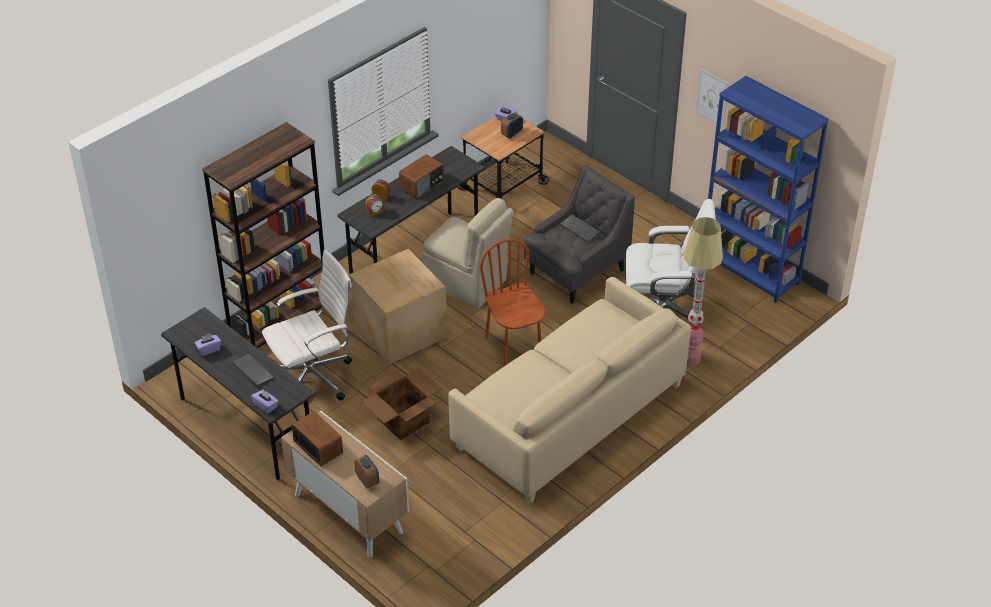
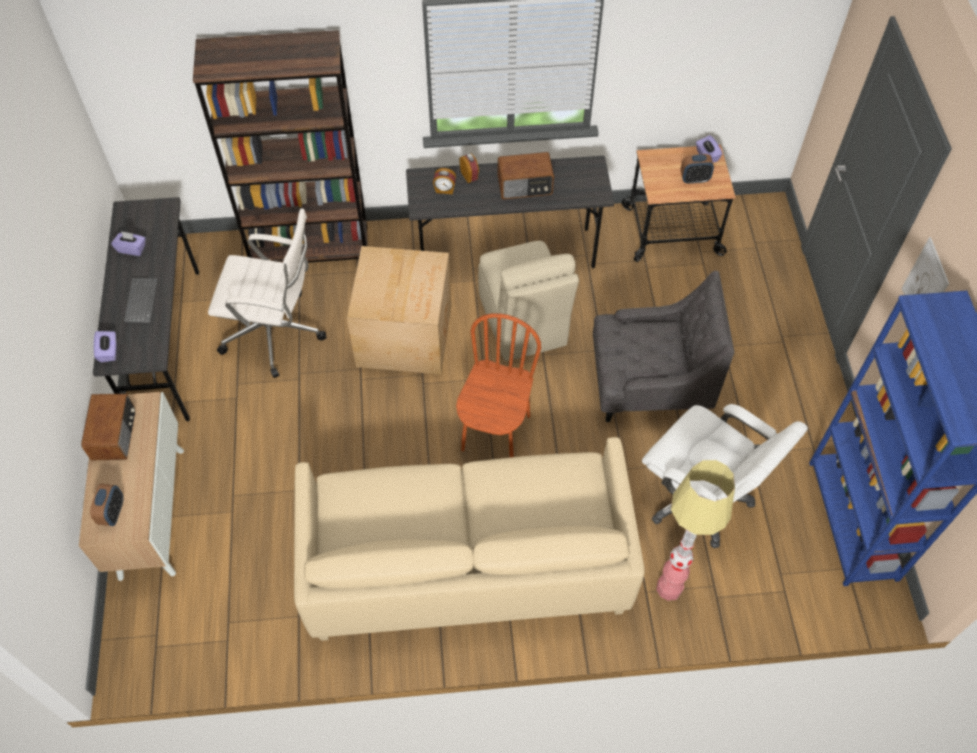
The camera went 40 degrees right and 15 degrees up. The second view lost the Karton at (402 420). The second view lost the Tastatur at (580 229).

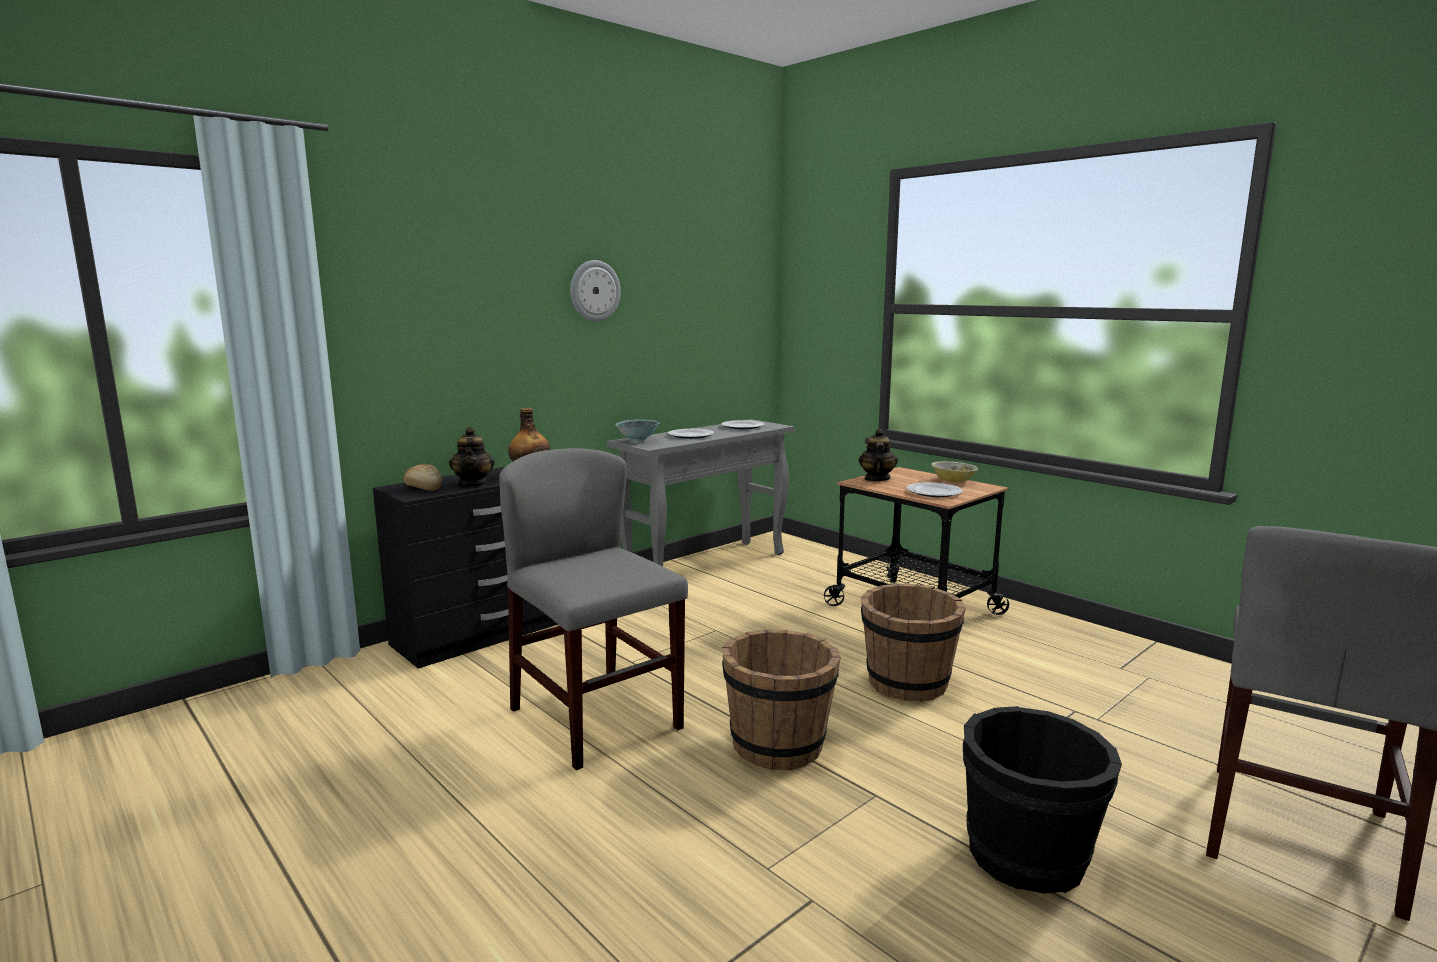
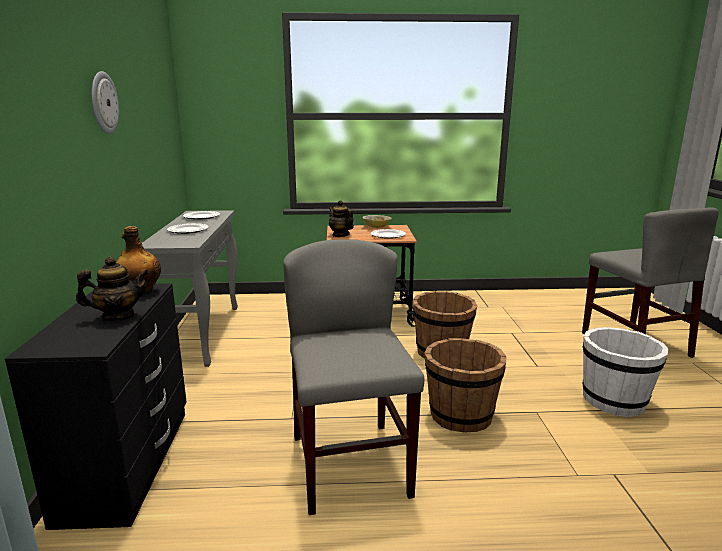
The camera went 50 degrees left and 5 degrees up. The second view lost the Brot at (423 488). The Teekanne at (473 484) ended up facing another way, 45 degrees counterclockwise from before. The Stuhl (grau) at (595 718) ended up facing another way, 75 degrees clockwise from before. The second view lost the Schüssel at (638 441). What was the Eimer (schwarz) at (1028 856) turned into the Eimer (weiß) at (614 401).

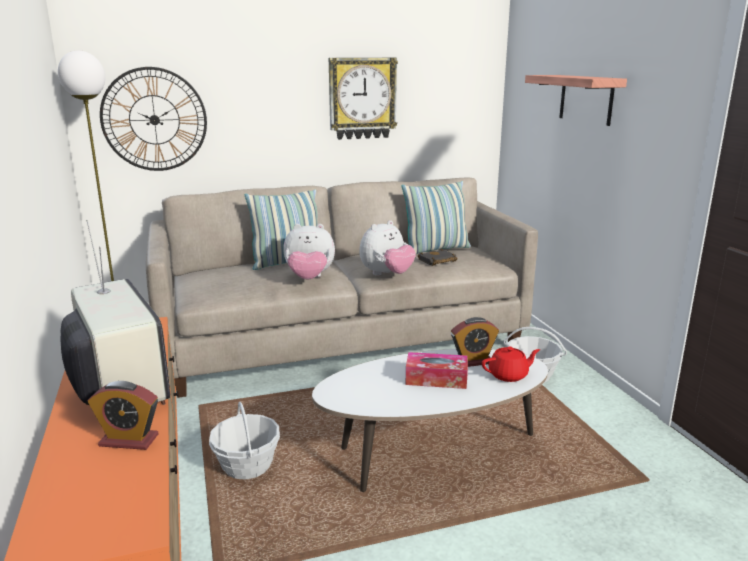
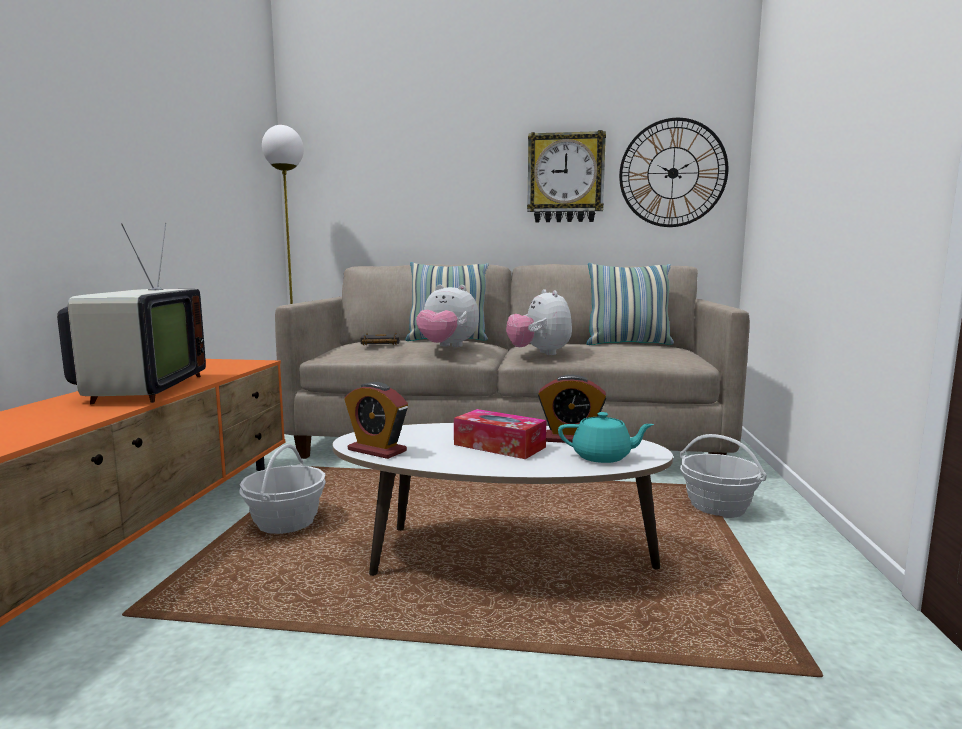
The camera went 25 degrees right and 10 degrees down. The Wecker ended up elsewhere, having gone from (129 440) to (377 450). The Wanduhr ended up elsewhere, having gone from (154 120) to (673 173). The Plüschtier at (386 274) ended up facing another way, 90 degrees clockwise from before. The Buch (schwarz) ended up elsewhere, having gone from (437 261) to (379 343). What was the Teekanne (rot) at (509 375) turned into the Teekanne (türkis) at (602 457). The second view lost the Wandregal at (586 99).

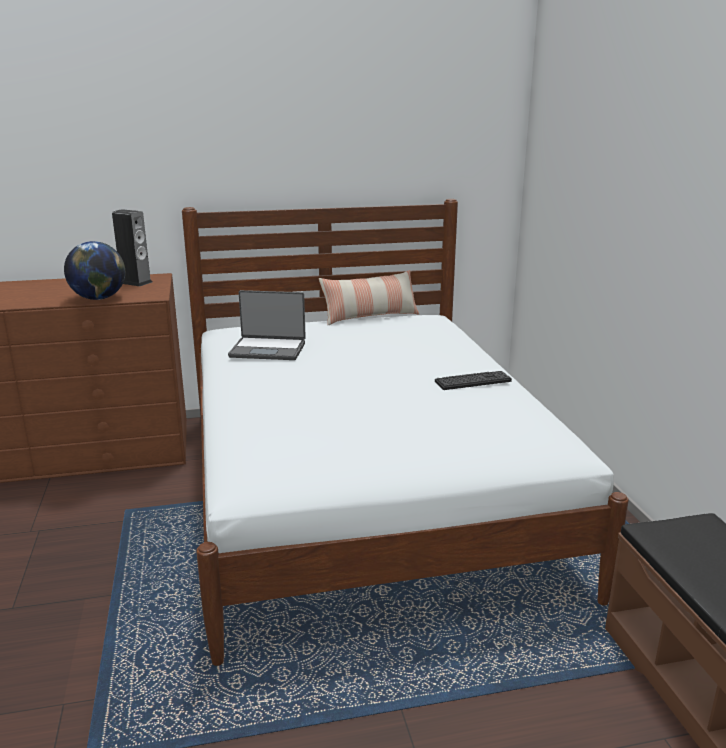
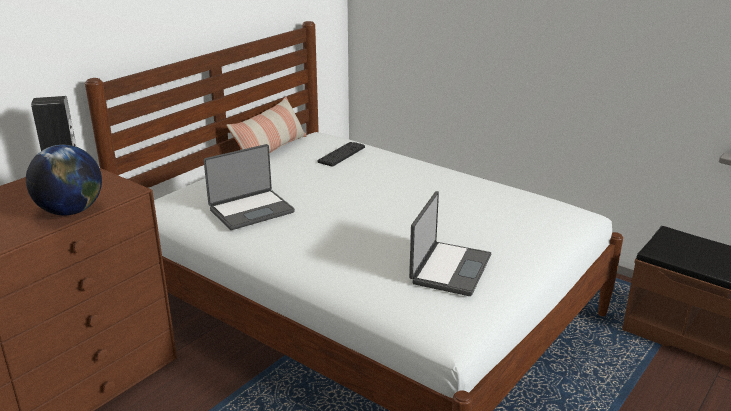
The camera went 40 degrees left and 5 degrees up. The Tastatur ended up elsewhere, having gone from (473 381) to (341 154). The second view gained the Laptop at (449 269).

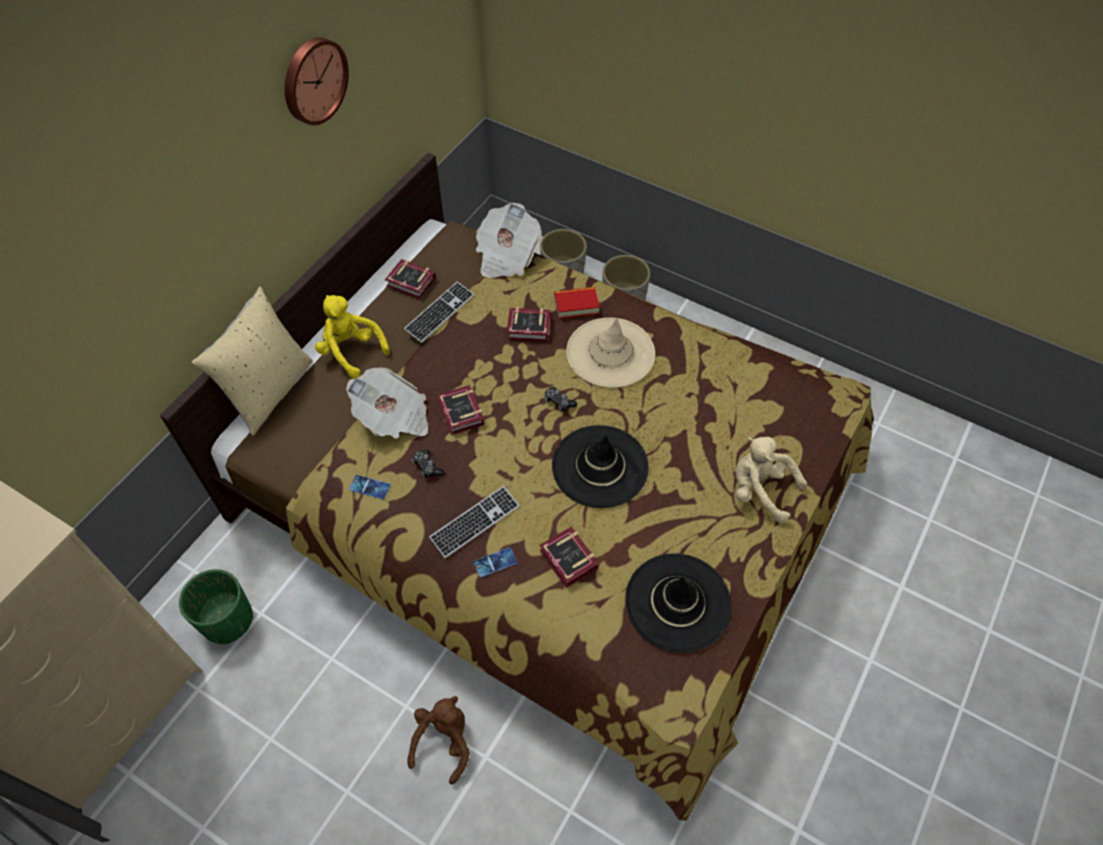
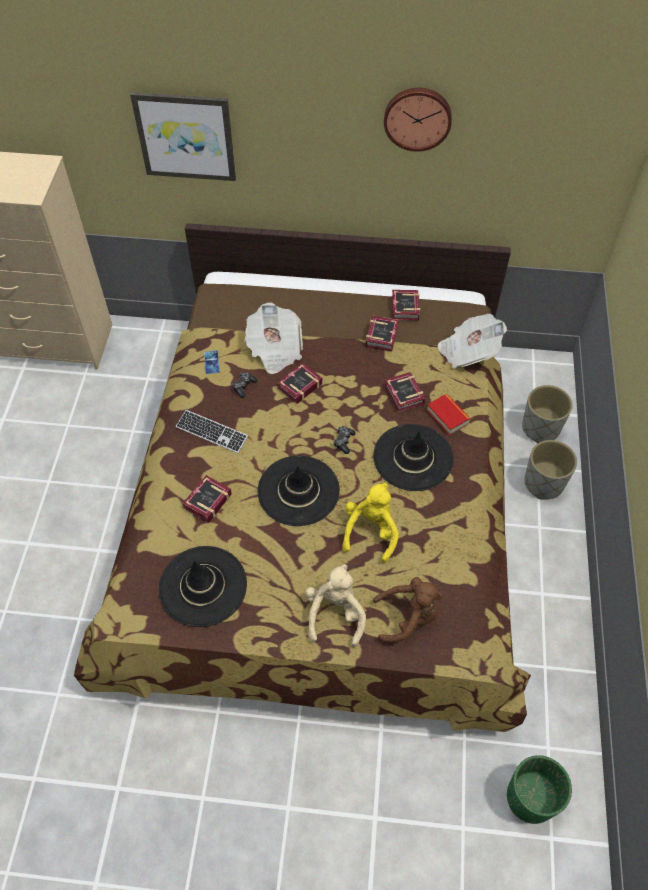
The camera went 65 degrees right and 0 degrees up. The Pflanzkübel (grün) ended up elsewhere, having gone from (227 619) to (531 797). The second view lost the Kissen (beige) at (269 391). The Plüschtier (gelb) ended up elsewhere, having gone from (351 351) to (371 531). Where the Tastatur stood at (439 313), the Buch came to stand at (383 335). The Plüschtier (braun) ended up elsewhere, having gone from (444 741) to (408 617). The second view lost the Handy at (495 562). What was the Hut (beige) at (610 353) turned into the Hut (schwarz) at (413 457). The second view gained the Bild at (186 136).

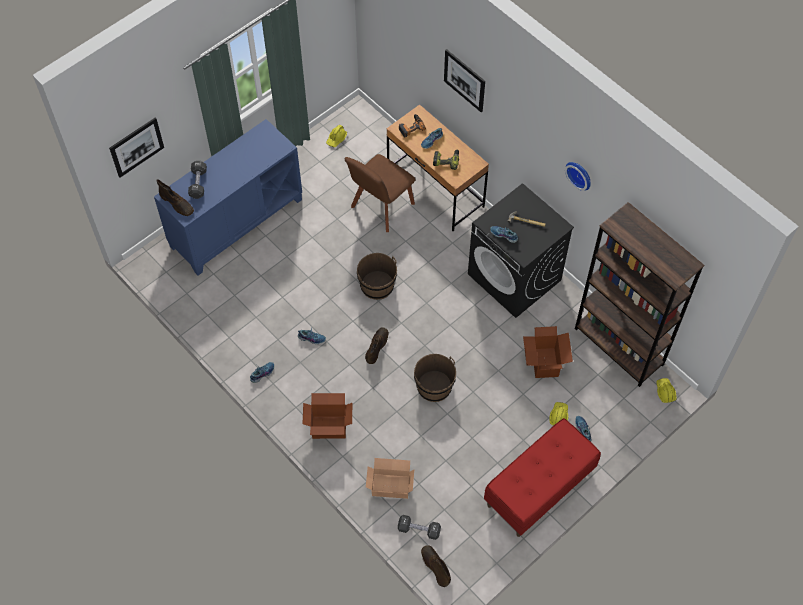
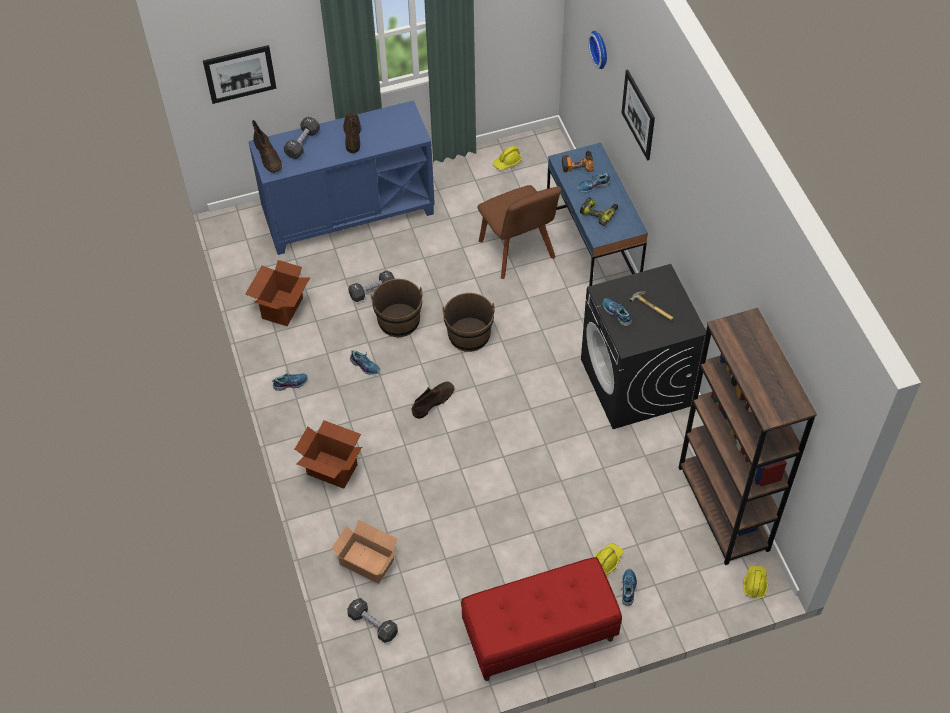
The camera went 25 degrees right and 5 degrees down. The Stuhl (braun) at (380 207) ended up facing another way, 90 degrees counterclockwise from before. What was the Schreibtisch (braun) at (435 189) turned into the Schreibtisch (blau) at (591 254). The Eimer (braun) ended up elsewhere, having gone from (434 386) to (399 321). The Stiefel (braun) ended up elsewhere, having gone from (435 566) to (352 134). The Karton ended up elsewhere, having gone from (544 363) to (282 308). The Wanduhr ended up elsewhere, having gone from (580 174) to (601 49). The second view gained the Hantel (schwarz) at (372 291).

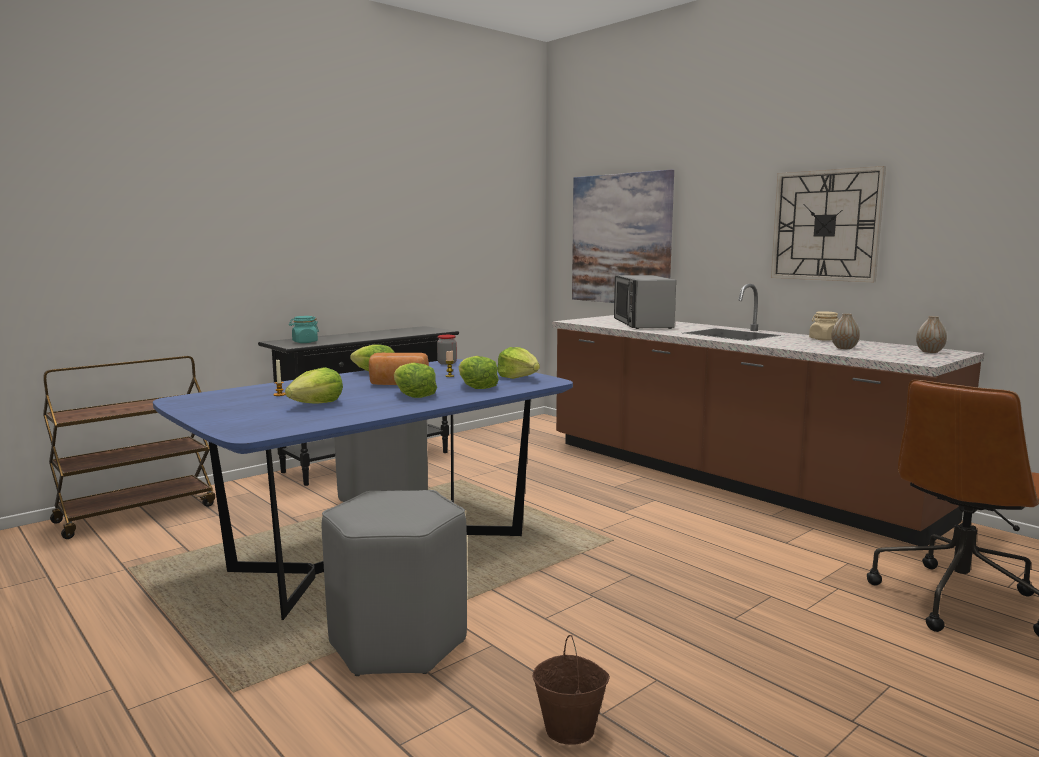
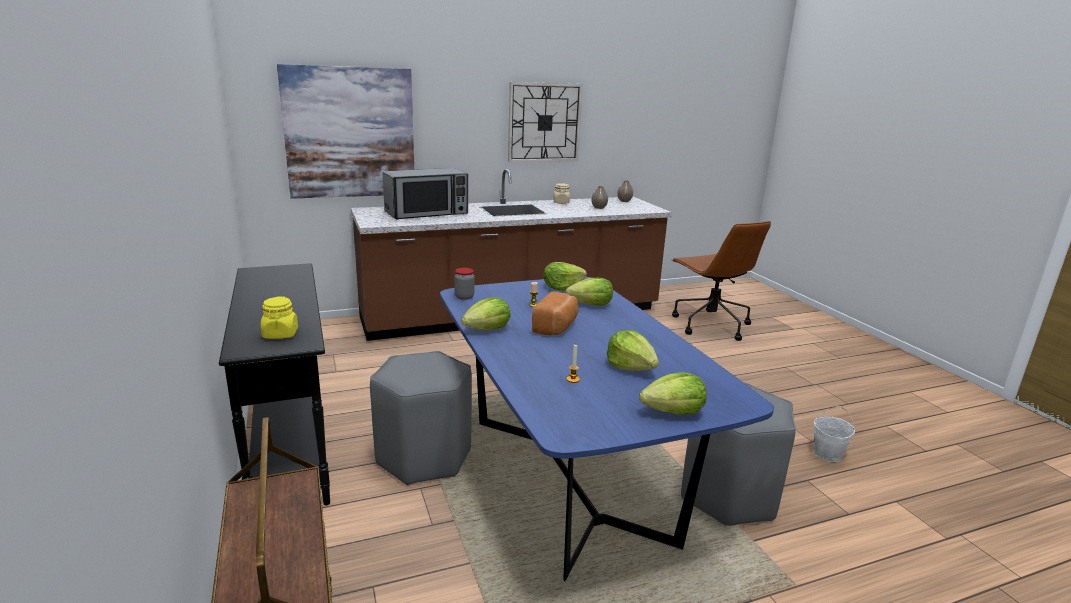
The camera went 70 degrees left and 10 degrees up. What was the Vorratsglas (türkis) at (304 342) turned into the Vorratsglas (gelb) at (280 334). The Salatkopf ended up elsewhere, having gone from (413 395) to (673 412). What was the Eimer (braun) at (571 729) turned into the Eimer (weiß) at (827 454). The Mikrowelle at (642 324) ended up facing another way, 45 degrees counterclockwise from before.

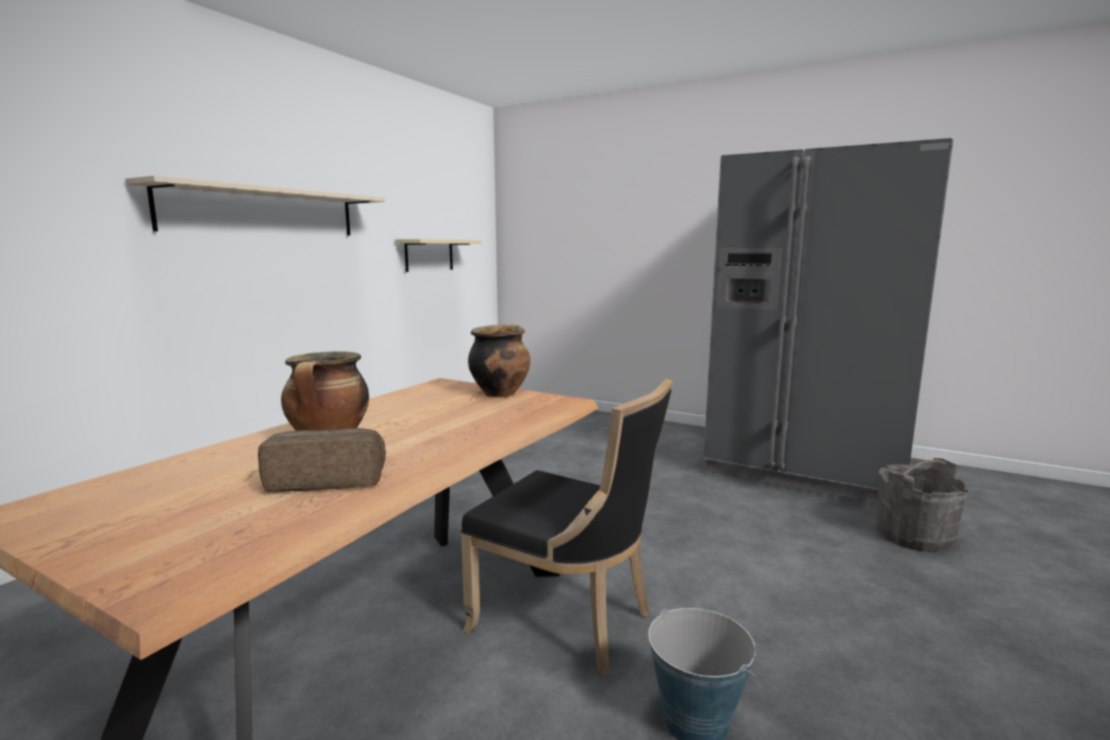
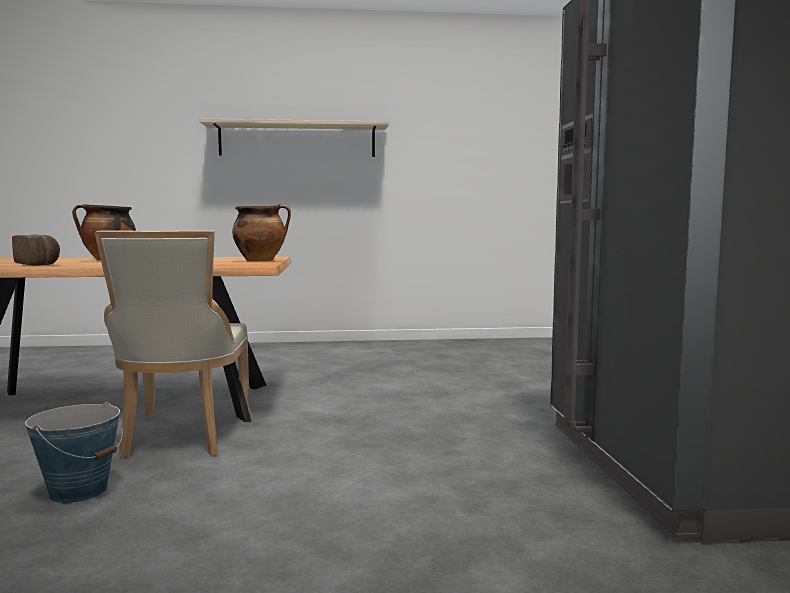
The camera went 55 degrees right and 5 degrees down. The second view lost the Wandregal (beige) at (429 255). What was the Stuhl (schwarz) at (569 621) turned into the Stuhl (beige) at (183 436). The second view lost the Eimer (grau) at (914 536).

